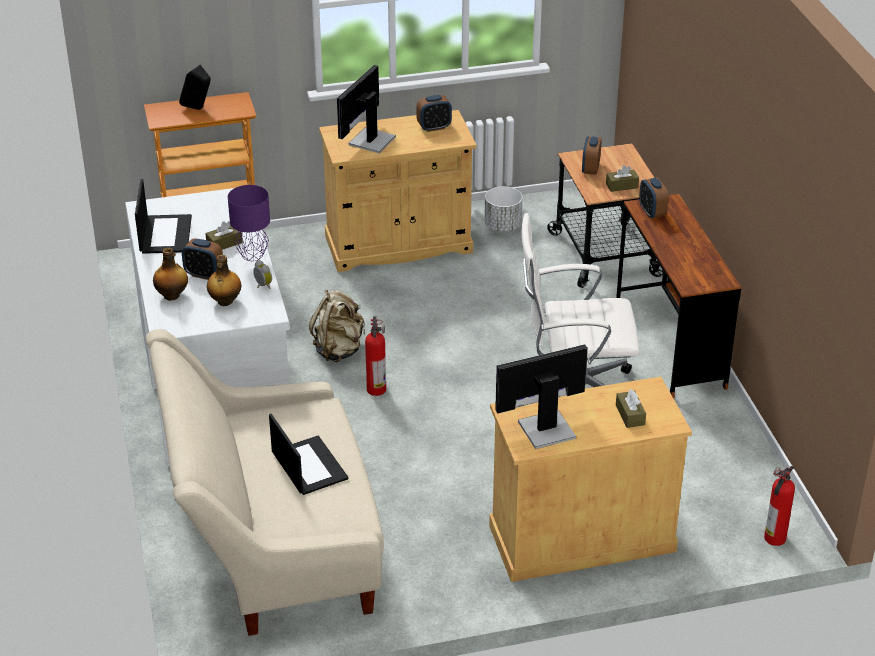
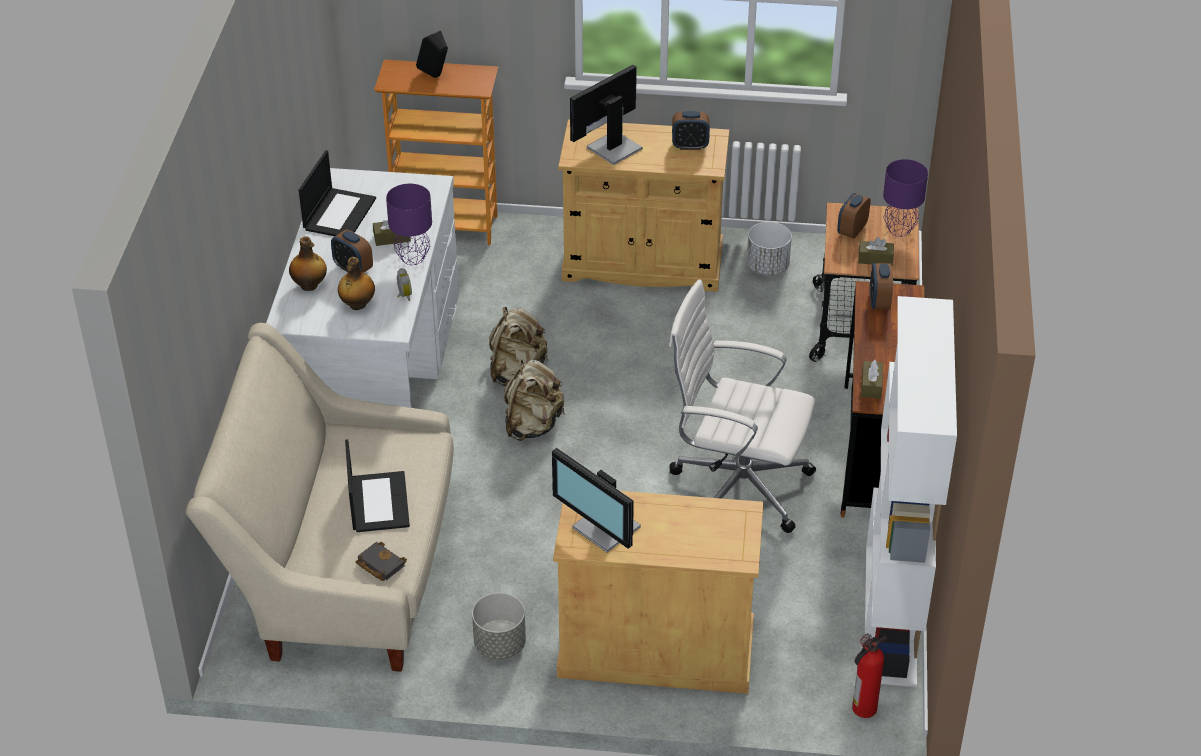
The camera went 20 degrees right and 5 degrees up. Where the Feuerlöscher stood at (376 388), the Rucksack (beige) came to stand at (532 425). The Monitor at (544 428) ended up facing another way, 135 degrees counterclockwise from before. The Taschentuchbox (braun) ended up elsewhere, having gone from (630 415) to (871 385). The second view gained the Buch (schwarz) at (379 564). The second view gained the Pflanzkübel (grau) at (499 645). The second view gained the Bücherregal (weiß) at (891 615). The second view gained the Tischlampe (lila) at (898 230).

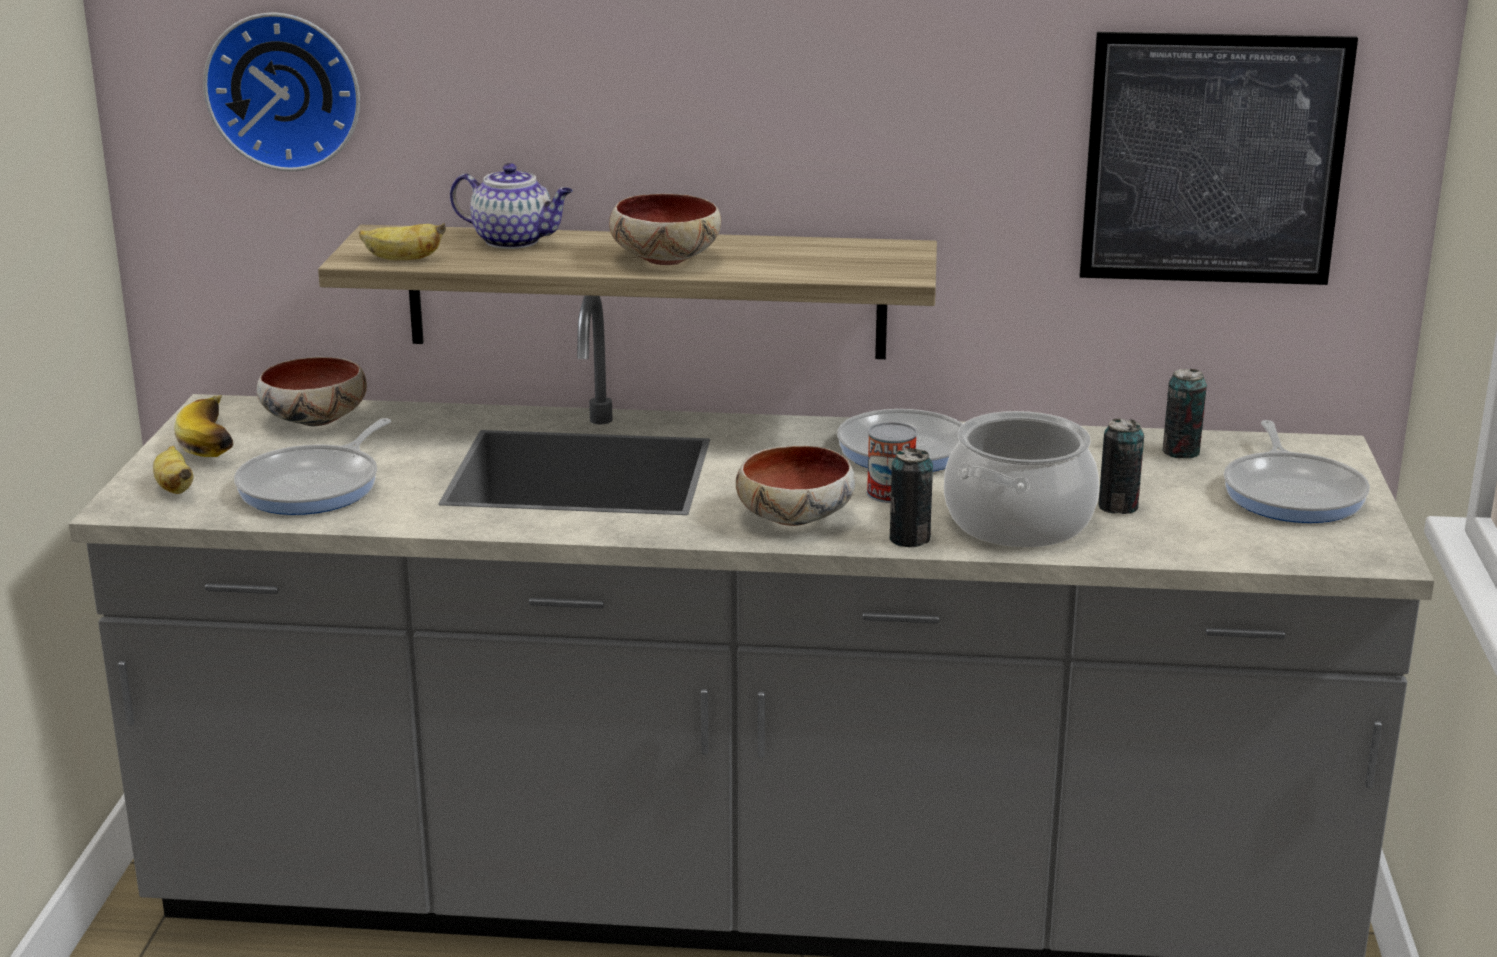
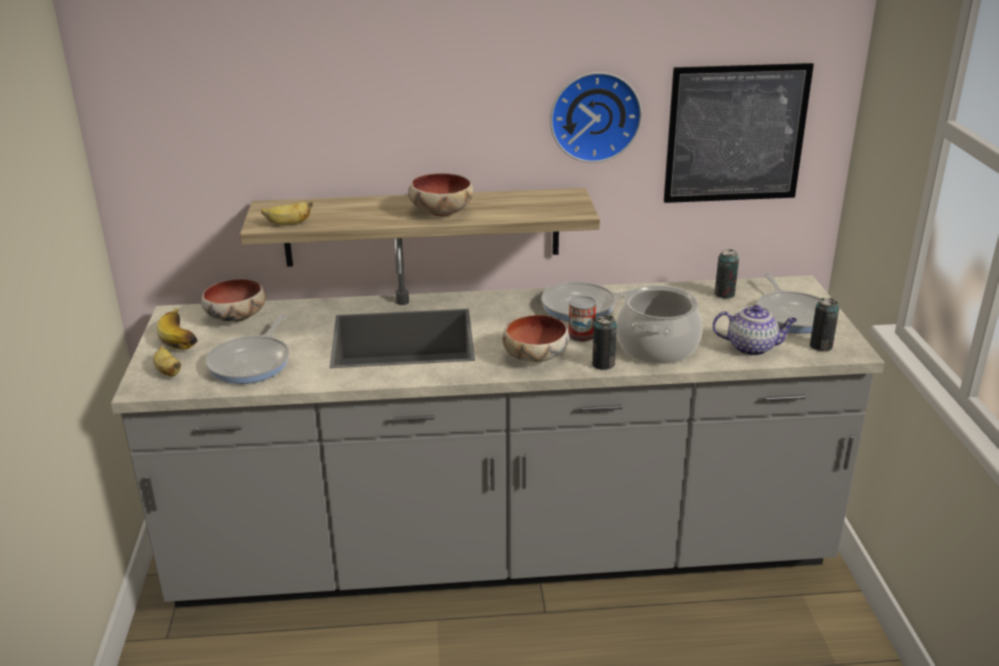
The camera went 10 degrees left and 5 degrees up. The Wanduhr ended up elsewhere, having gone from (285 90) to (594 115). The Teekanne ended up elsewhere, having gone from (515 241) to (752 347). The Dose ended up elsewhere, having gone from (1118 507) to (821 346).

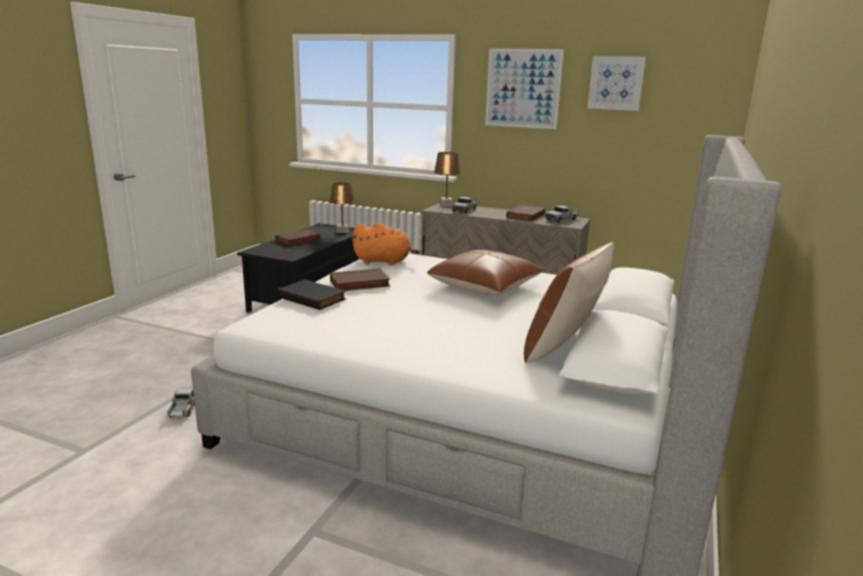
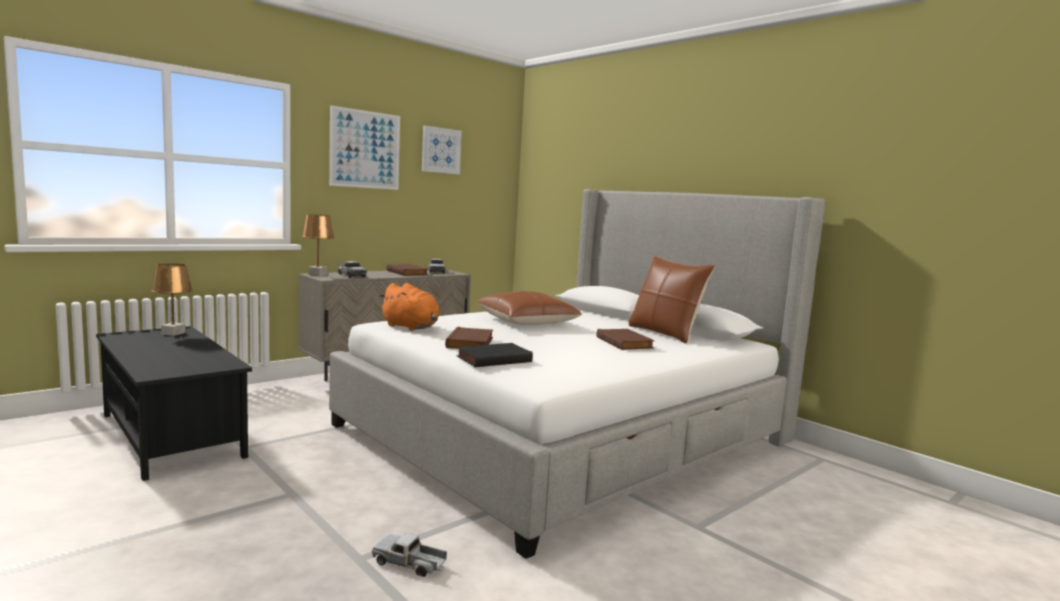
The camera went 65 degrees left and 10 degrees down. The Buch (braun) ended up elsewhere, having gone from (298 240) to (625 343). The Plüschtier (orange) at (384 261) ended up facing another way, 90 degrees clockwise from before.

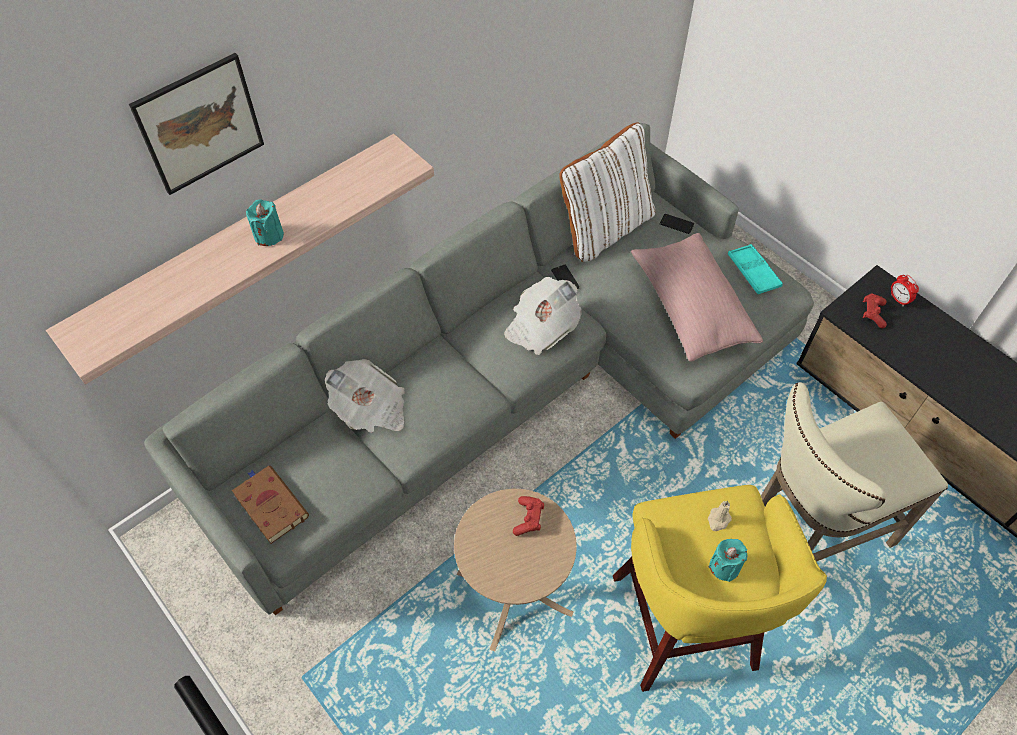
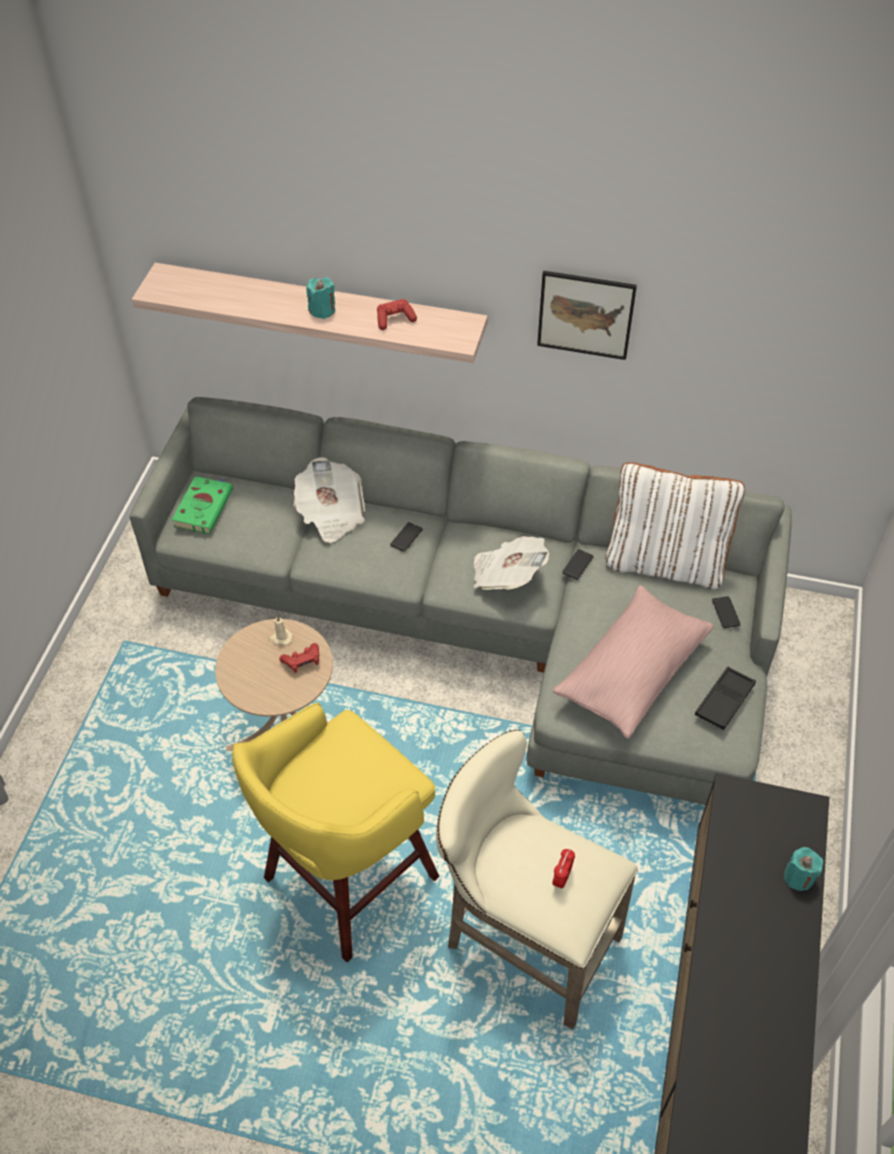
The camera went 55 degrees right and 5 degrees down. The Bild ended up elsewhere, having gone from (200 124) to (585 314). What was the Buch (braun) at (270 505) turned into the Buch (grün) at (204 507). The Kerze (beige) ended up elsewhere, having gone from (718 520) to (280 638). The Kerze (türkis) ended up elsewhere, having gone from (724 566) to (799 877). What was the Tablett (türkis) at (753 272) turned into the Tablett (schwarz) at (724 701). The Gamepad (rot) ended up elsewhere, having gone from (872 314) to (394 320). The Wecker ended up elsewhere, having gone from (898 299) to (562 878). The second view gained the Handy at (406 537).

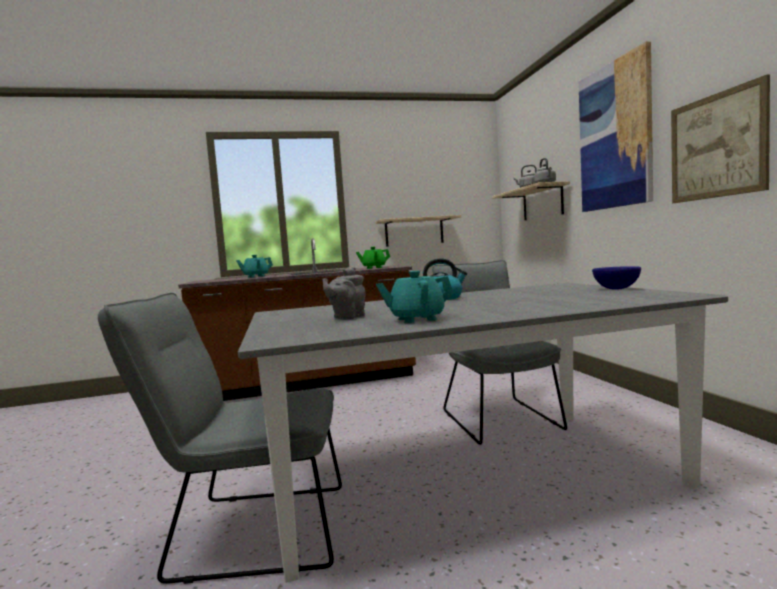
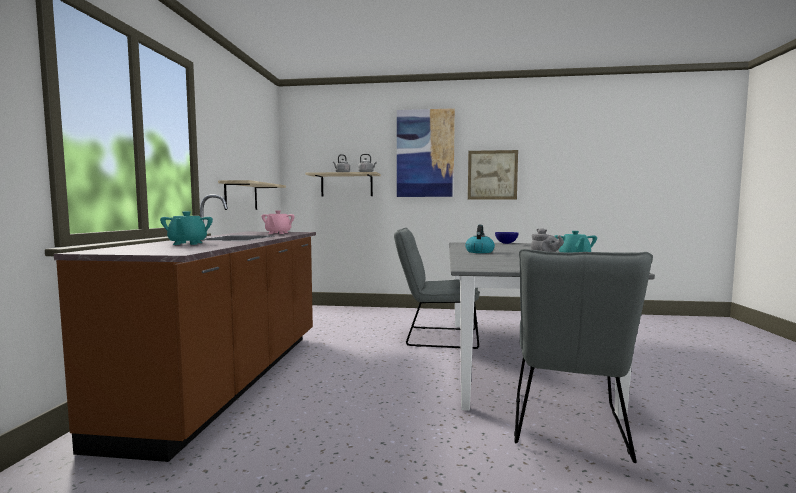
The camera went 70 degrees left and 0 degrees up. What was the Teekanne (grün) at (374 268) turned into the Teekanne (rosa) at (278 233).

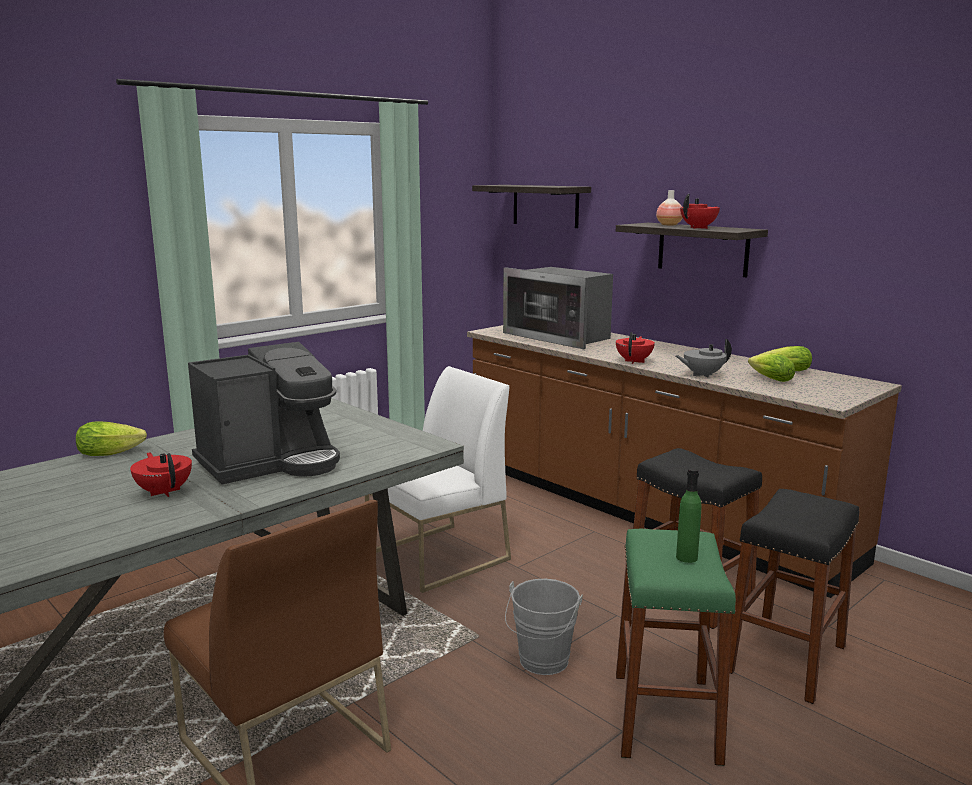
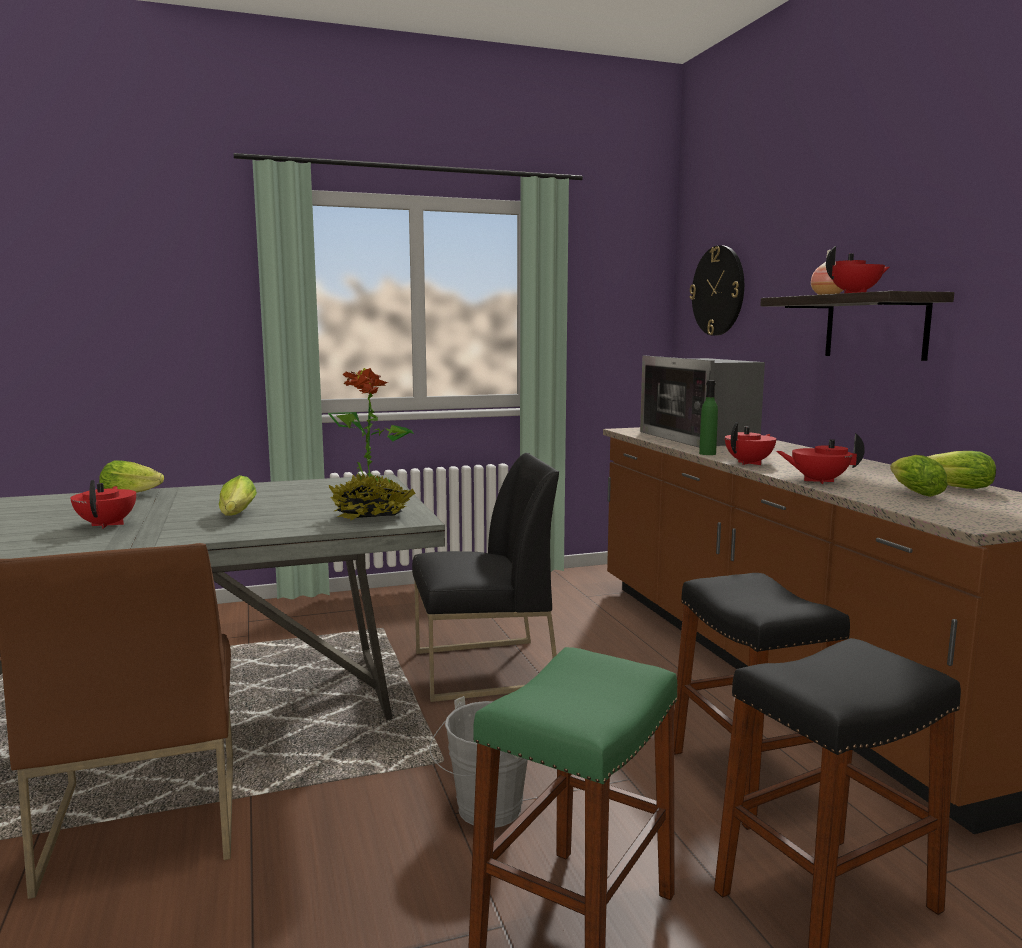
The camera went 25 degrees right and 5 degrees down. Where the Kaffeemaschine stood at (271 463), the Salatkopf came to stand at (236 515). What was the Stuhl (weiß) at (438 557) turned into the Stuhl (schwarz) at (483 670). Where the Wandregal hung at (545 205), the Wanduhr came to hang at (718 291). What was the Teekanne (grau) at (702 375) turned into the Teekanne (rot) at (818 481). The Flasche (grün) ended up elsewhere, having gone from (686 557) to (707 453). The second view gained the Topfpflanze at (371 516).

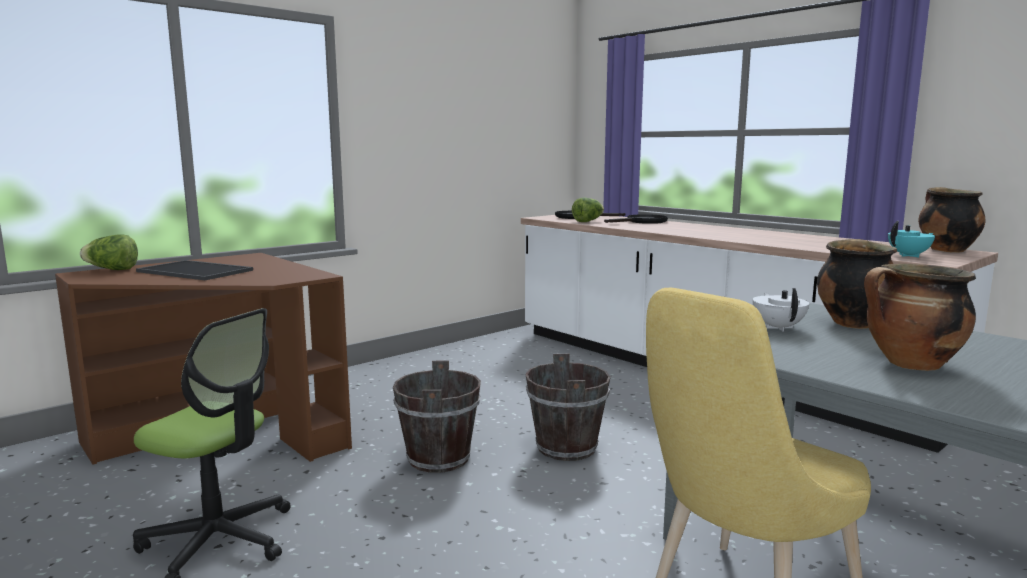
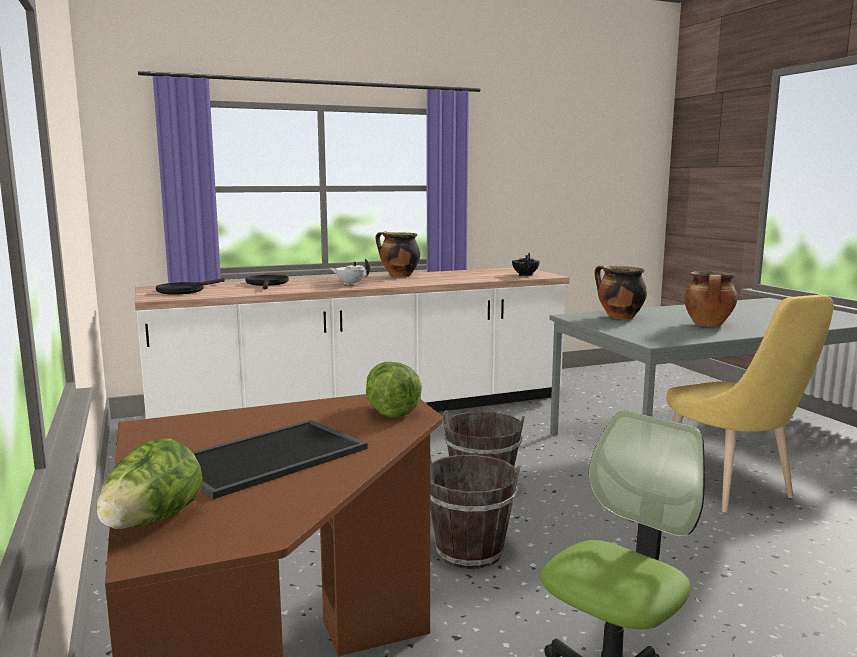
The camera went 70 degrees left and 0 degrees up. The Salatkopf ended up elsewhere, having gone from (588 221) to (390 411). The Teekanne (weiß) ended up elsewhere, having gone from (778 327) to (350 284). What was the Teekanne (türkis) at (909 255) turned into the Teekanne (schwarz) at (525 275). The Kochtopf ended up elsewhere, having gone from (945 250) to (398 276).

